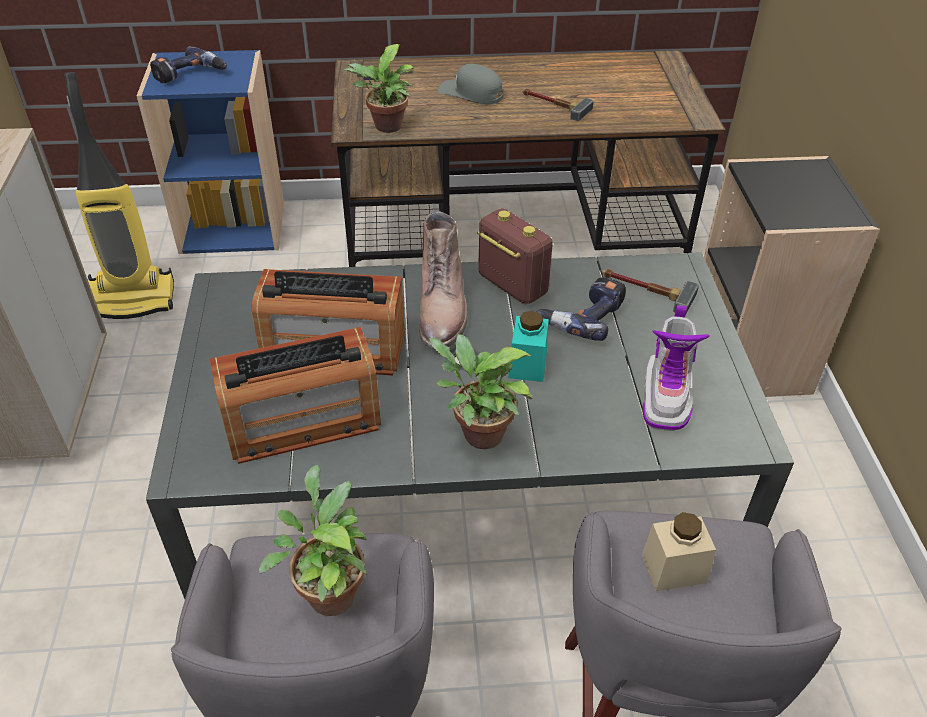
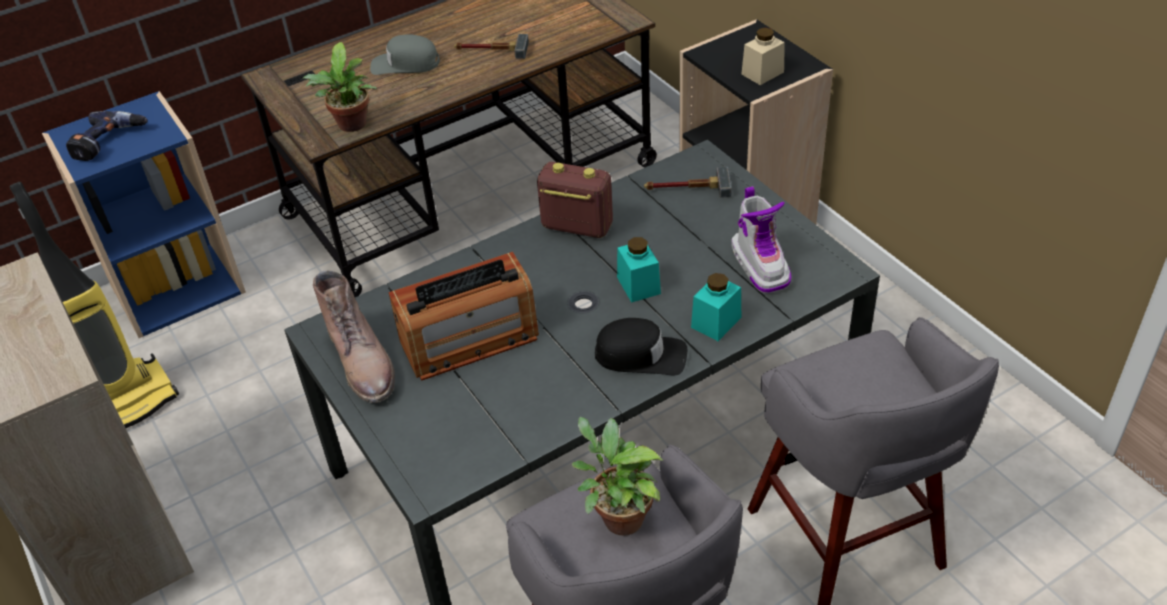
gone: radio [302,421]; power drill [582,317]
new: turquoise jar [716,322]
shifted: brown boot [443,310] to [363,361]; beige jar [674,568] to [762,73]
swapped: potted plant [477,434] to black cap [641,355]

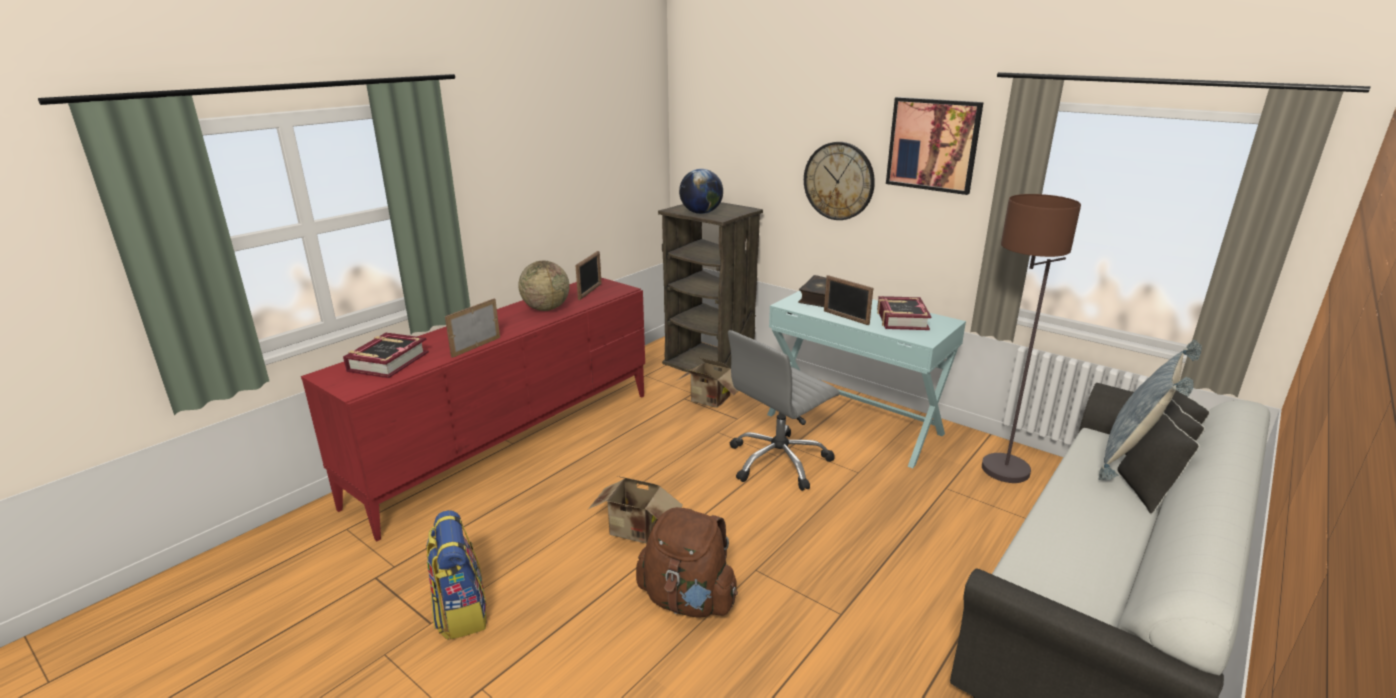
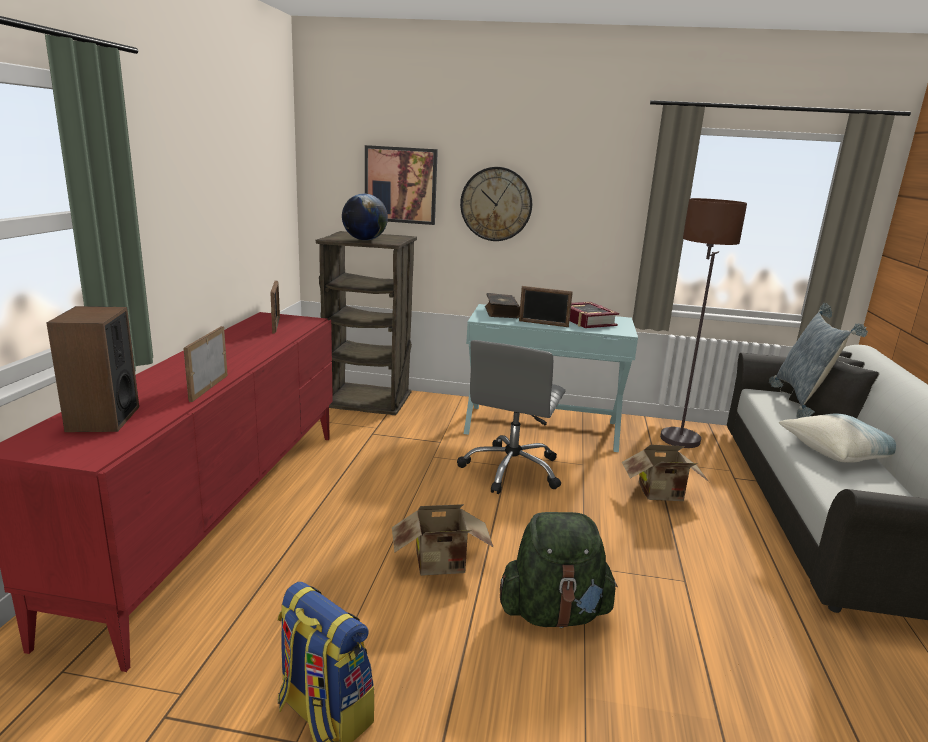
gone: globe [546,308]
new: pillow [839,451]
shifted: cardboard box [710,401] to [662,495]; picture [933,145] to [401,185]
swapped: book [388,362] to speaker [103,419]
repainted: brown backpack [688,600] to green backpack [554,613]

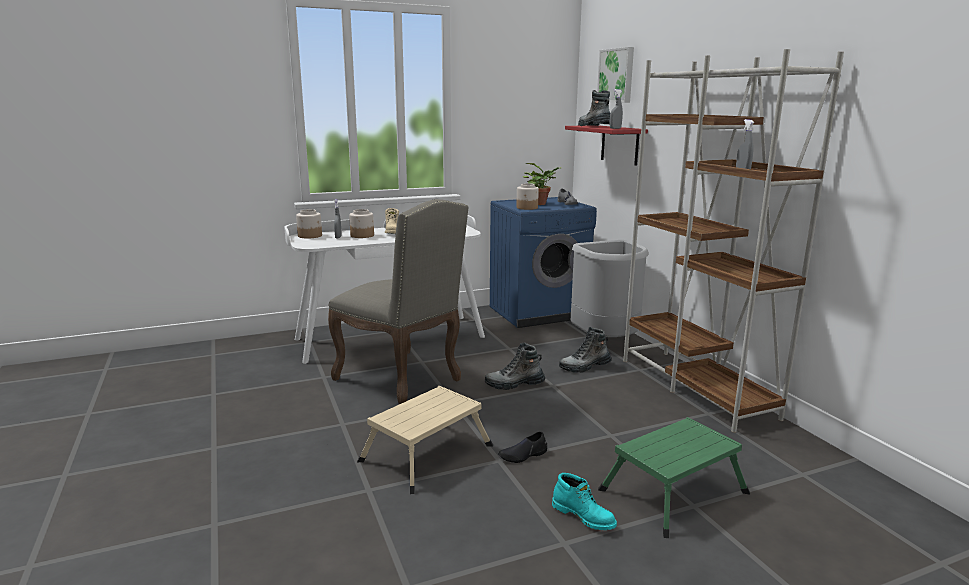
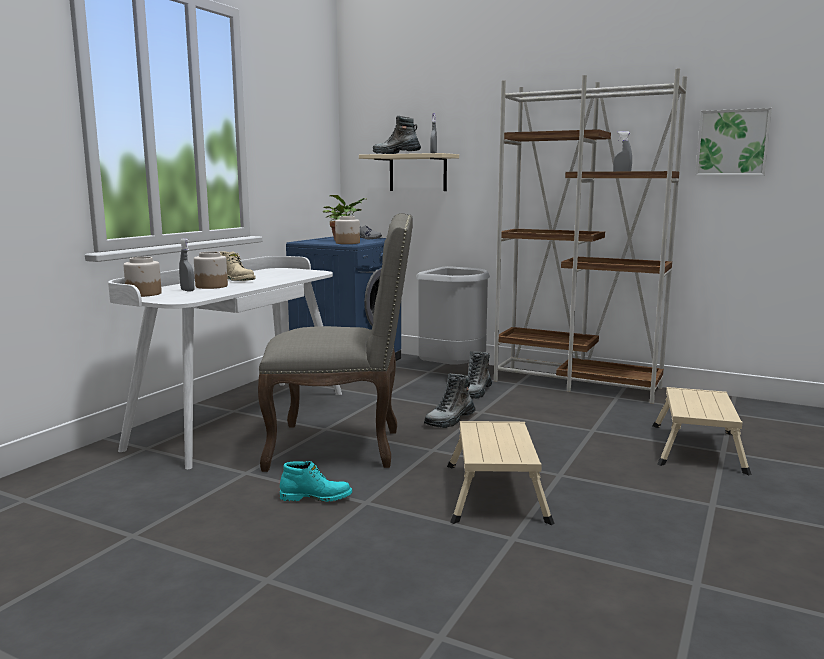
gone: black shoe [523,455]
shifted: turquoise boot [584,516] to [316,497]; picture [617,75] to [732,143]
repainted: red shelf [619,145] to beige shelf [418,173]; green step ladder [674,491] to beige step ladder [697,448]

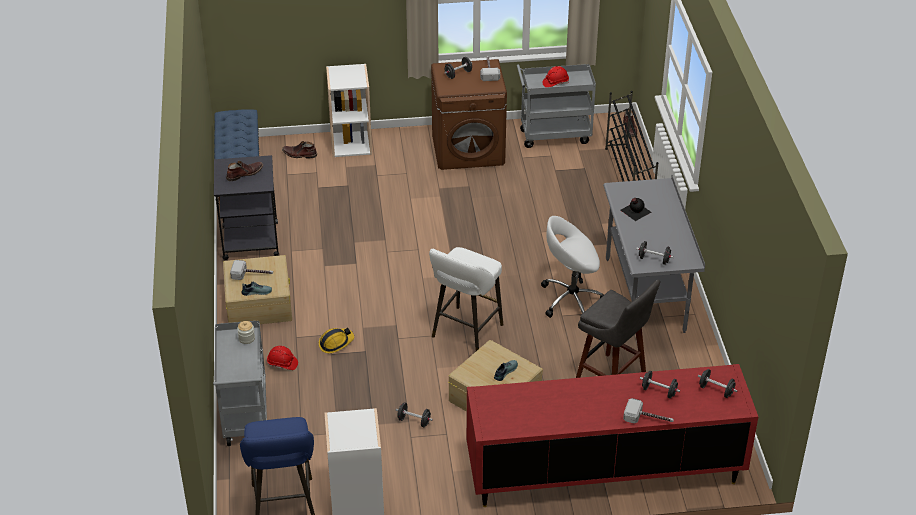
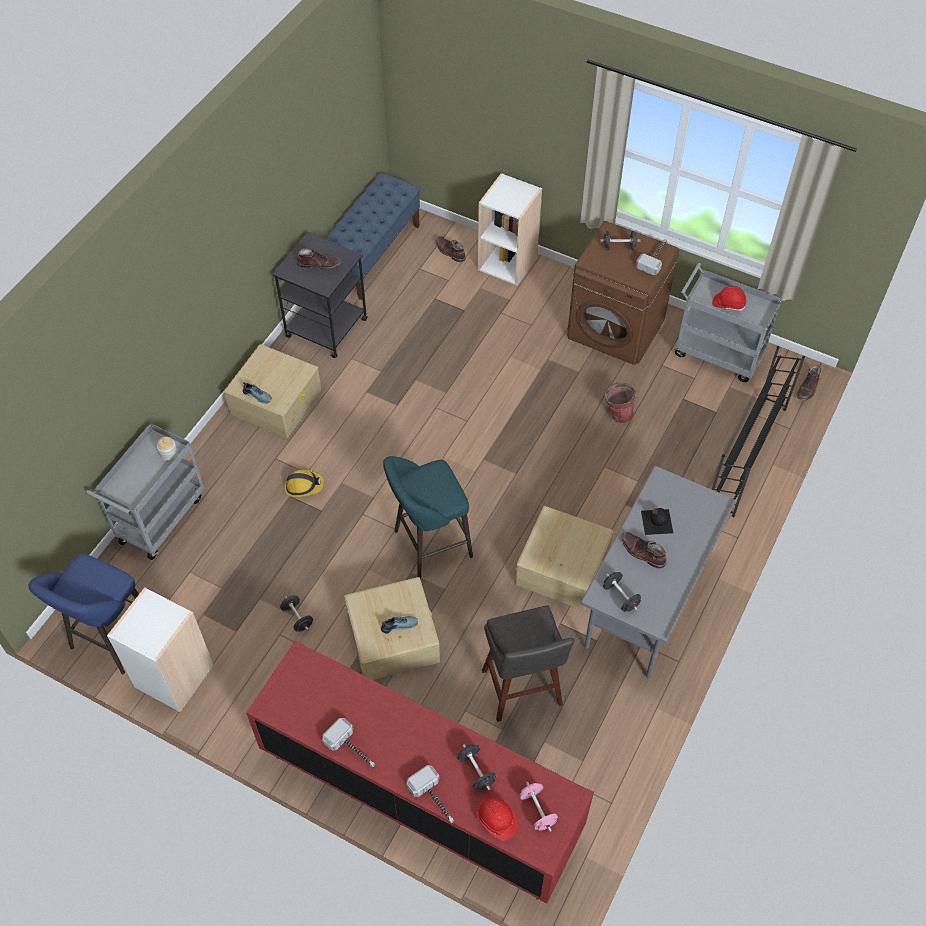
new: bucket [617,413]; brown boot [642,552]
shifted: hammer [252,274] to [352,749]; red hard hat [282,364] to [496,820]
swapped: white office chair [570,300] to beige storage box [563,566]
repainted: white stool [465,333] to turquoise stool [428,545]; black dumbbell [716,390] to pink dumbbell [537,810]

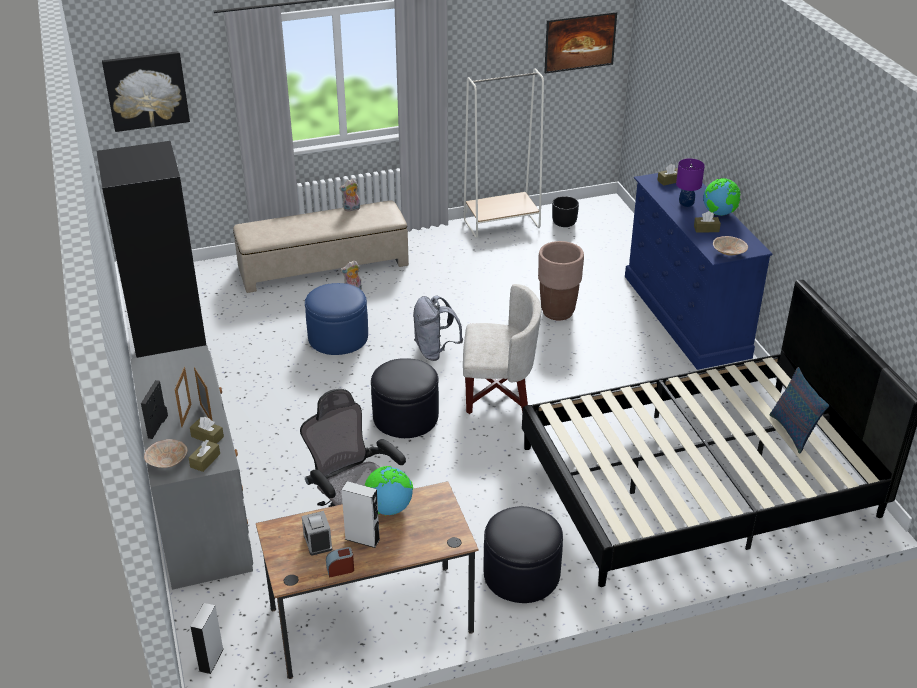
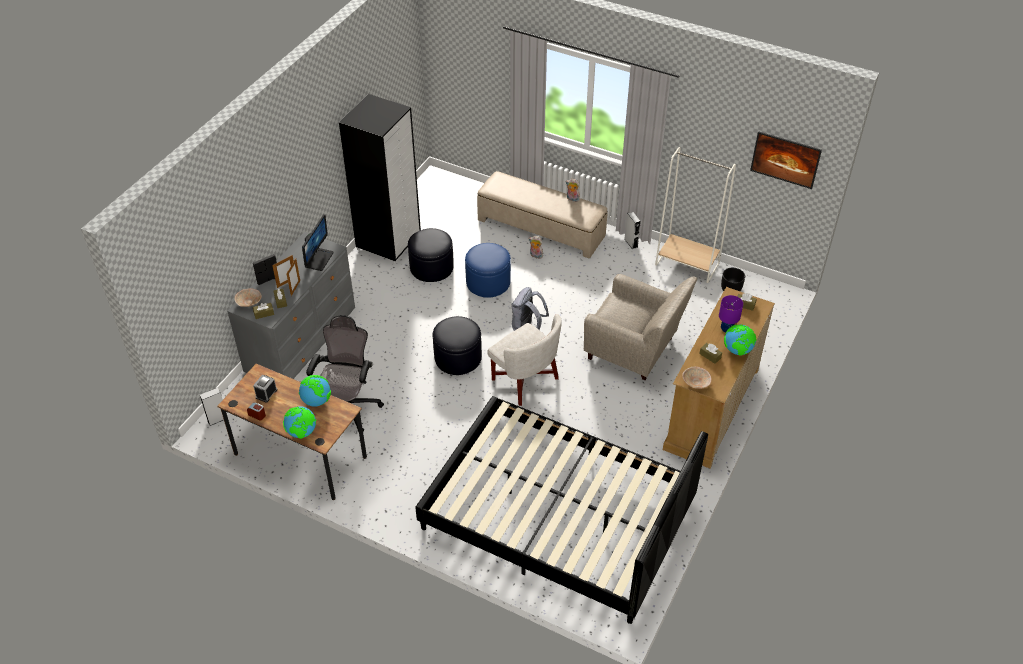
gone: picture [146,90]; blue pillow [792,432]
new: globe [302,433]; monitor [318,259]
shifted: grey speaker [362,539] to [631,243]; black ottoman [521,574] to [431,267]
swapped: brown planter [558,312] to beige armchair [633,350]
repainted: blue dresser [685,316] to brown dresser [710,409]

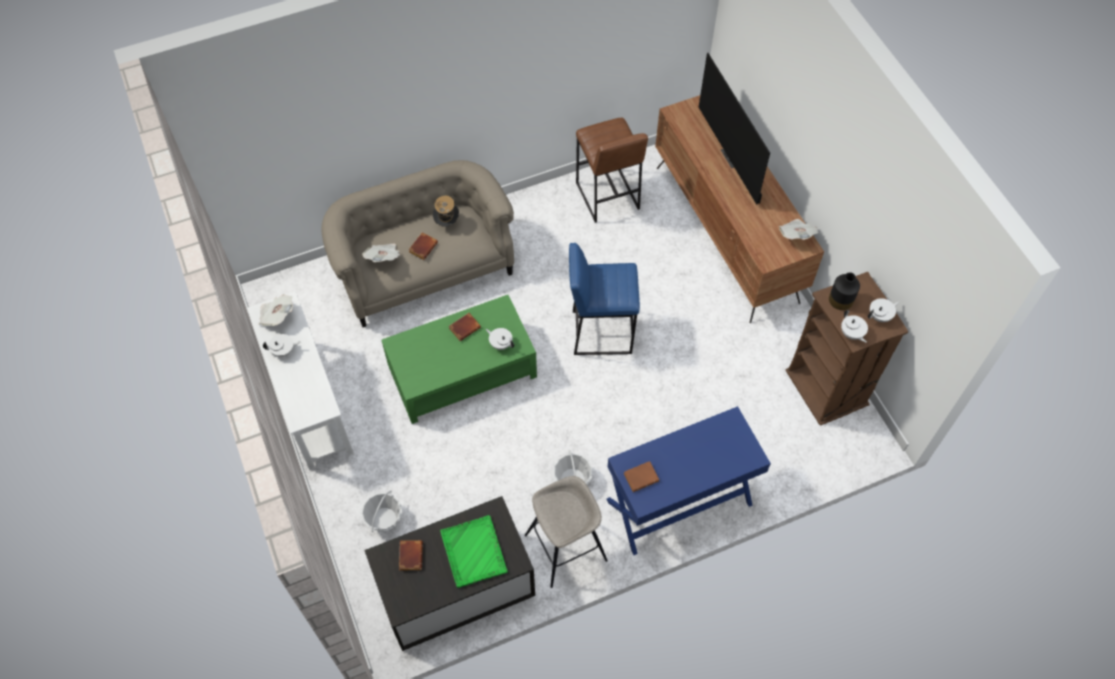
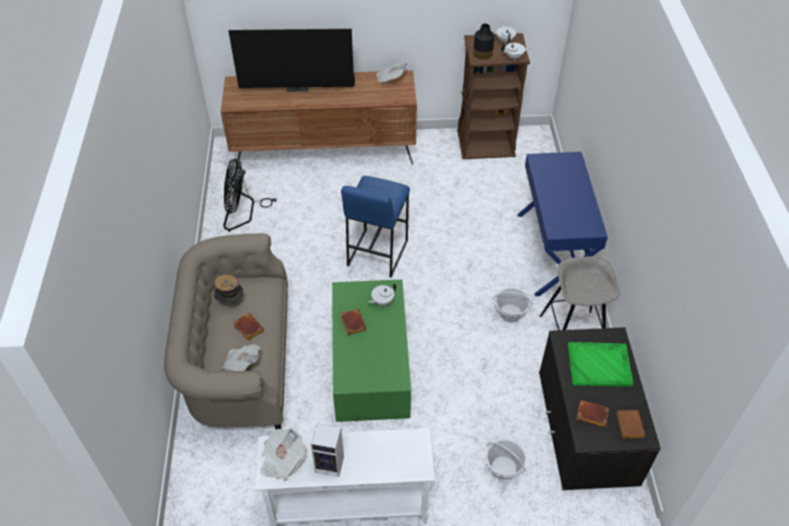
shifted: brown book [641,476] to [628,425]
swapped: white teapot [284,351] to speaker [331,464]; brown stool [608,196] to black fan [244,209]

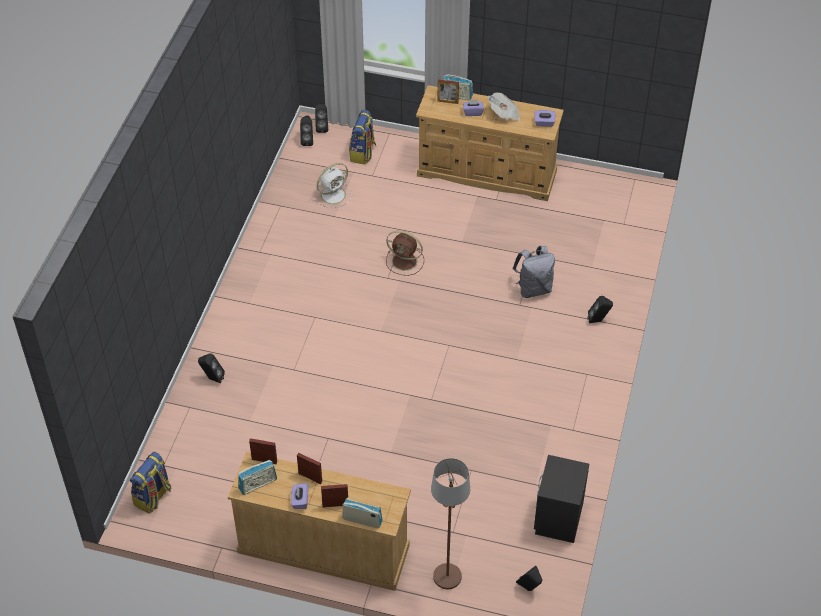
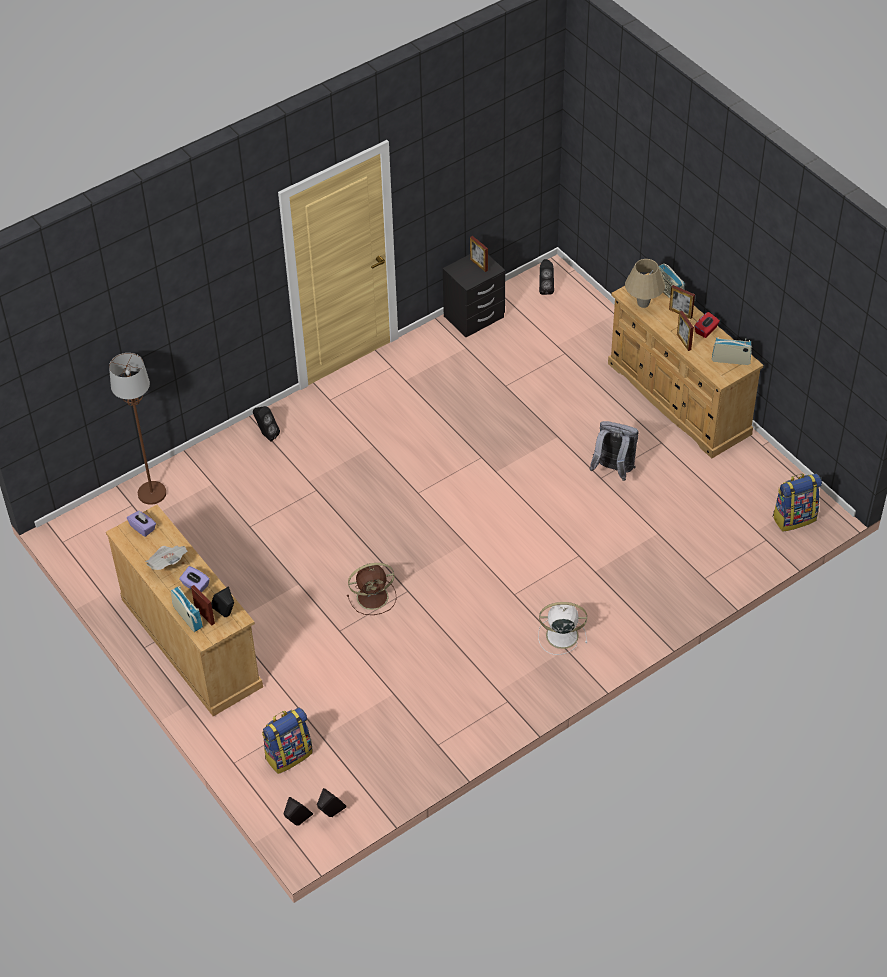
new: beige table lamp [643,303]
shifted: black speaker [212,378] to [226,615]; picture frame [264,460] to [479,265]; white fan [334,194] to [560,635]; brown floor lamp [447,577] to [152,493]; grey backpack [533,288] to [613,470]
repainted: purple tissue box [300,501] to red tissue box [706,330]
rotated: brown fan [405,262] = [374,597] 105 degrees clockwise

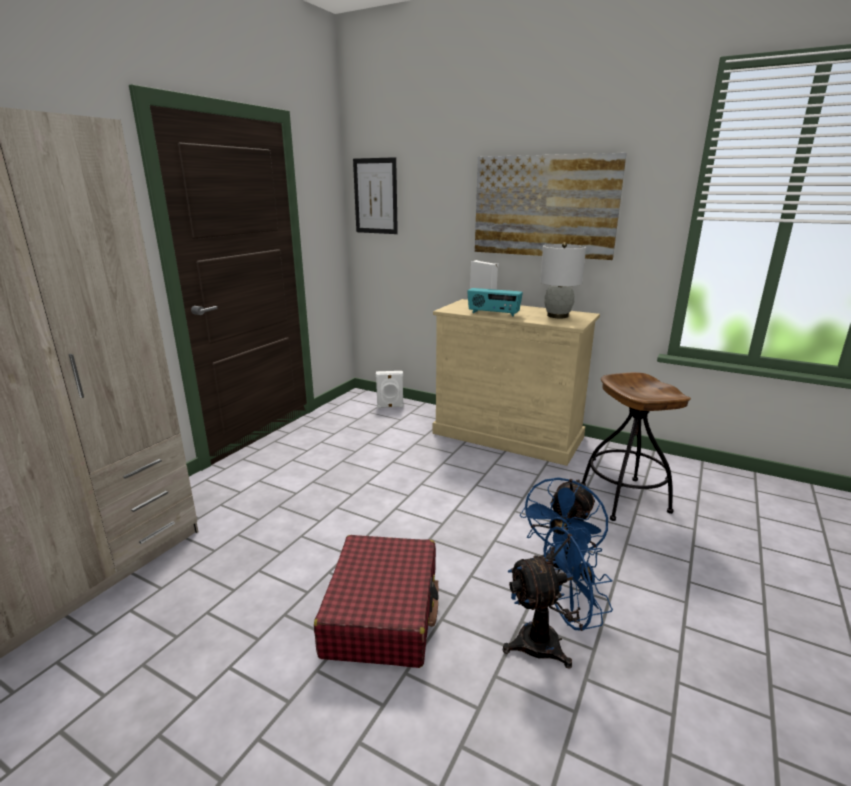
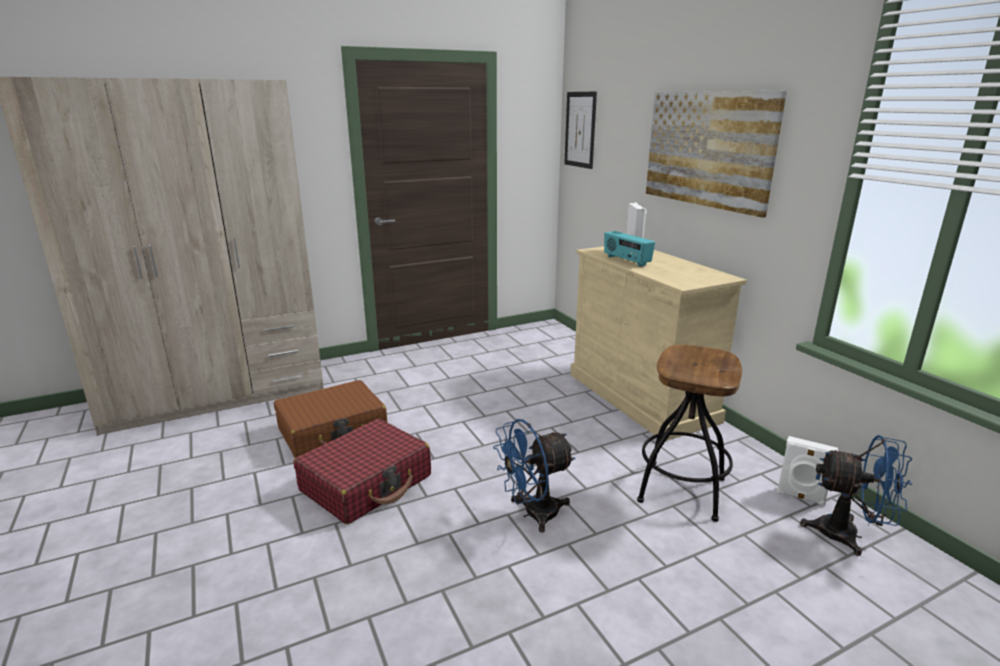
gone: white table lamp [557,316]
new: brown suitcase [333,432]
shifted: white speaker [390,407] to [800,497]; blue fan [549,642] to [848,535]

